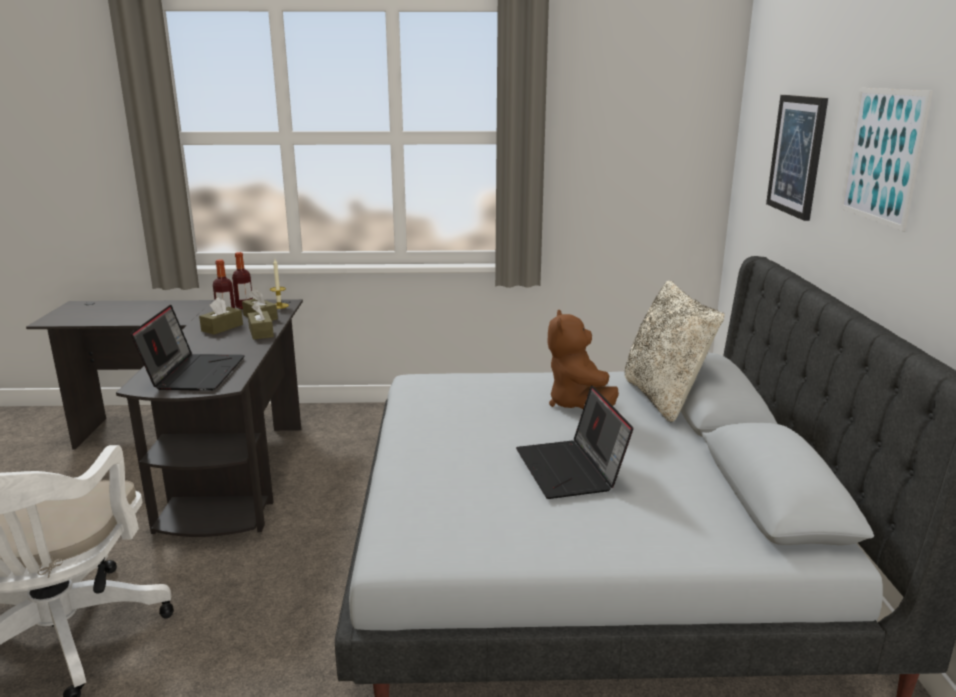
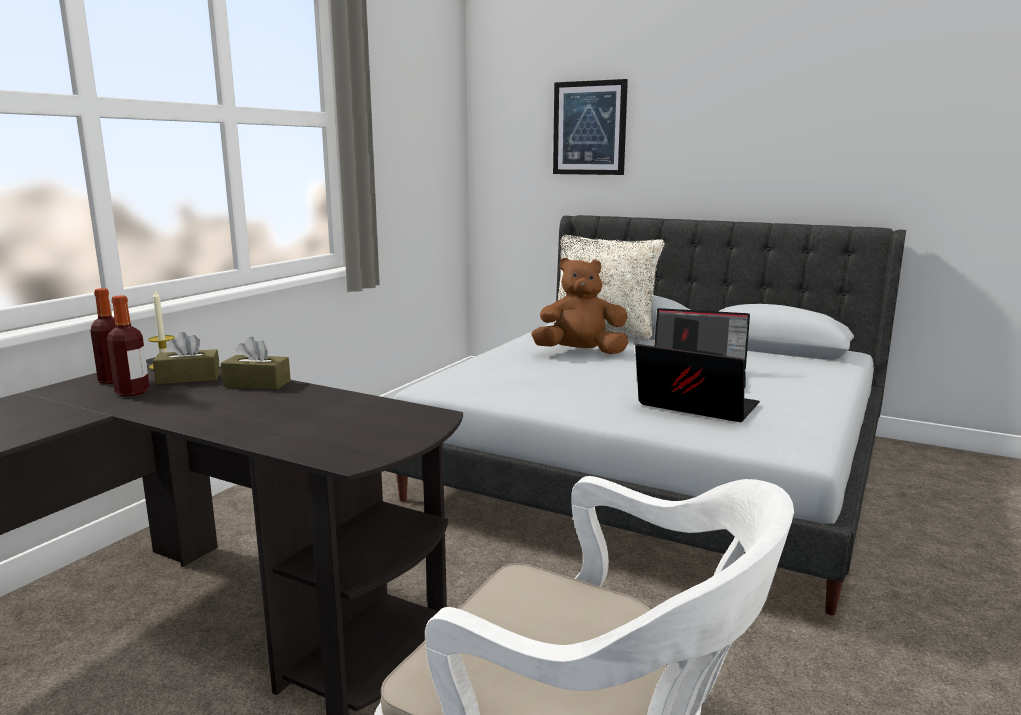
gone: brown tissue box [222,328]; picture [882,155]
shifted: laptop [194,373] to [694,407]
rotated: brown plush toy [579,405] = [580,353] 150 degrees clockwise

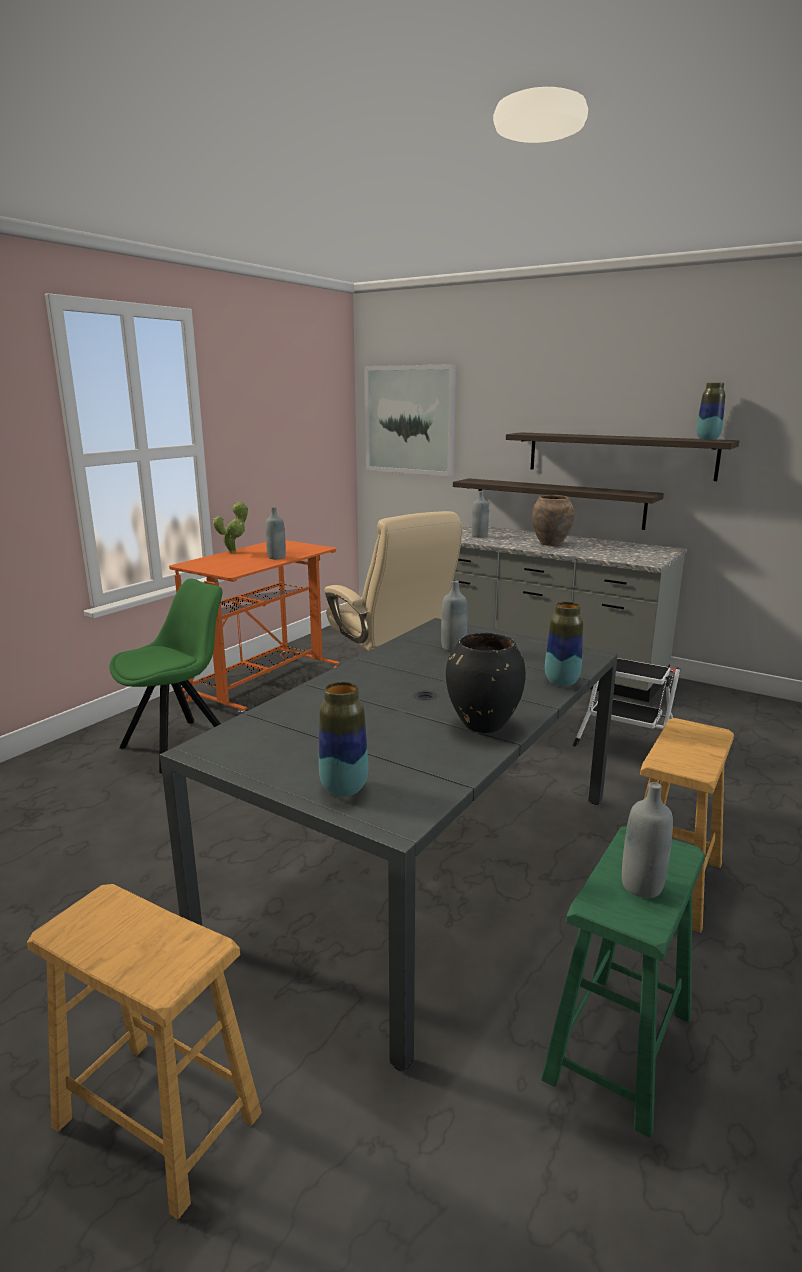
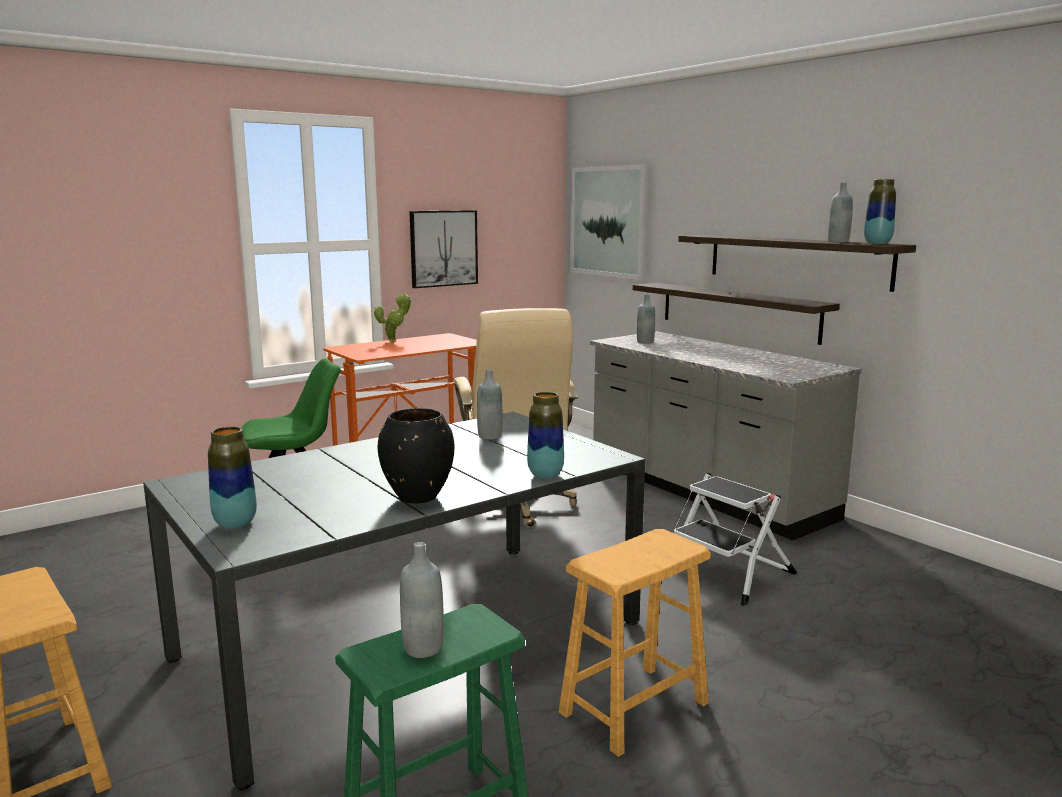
gone: brown vase [551,544]
new: picture [443,248]
shifted: grey bottle [276,557] to [838,241]

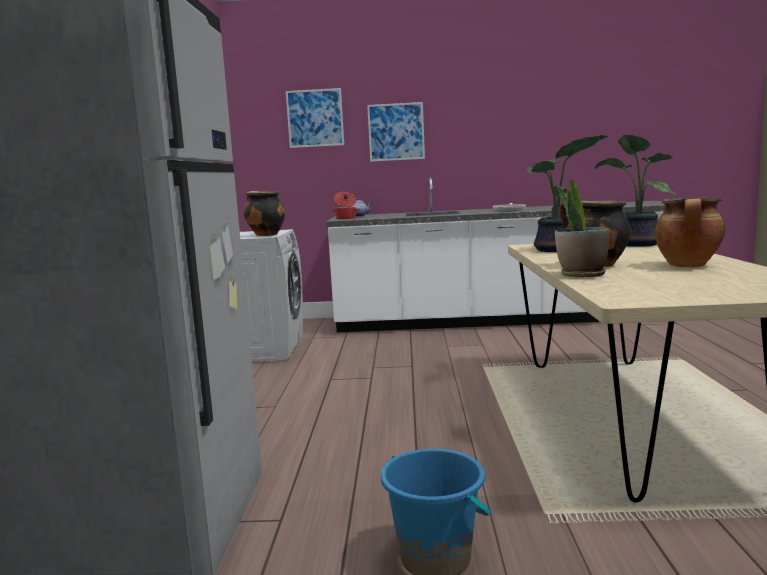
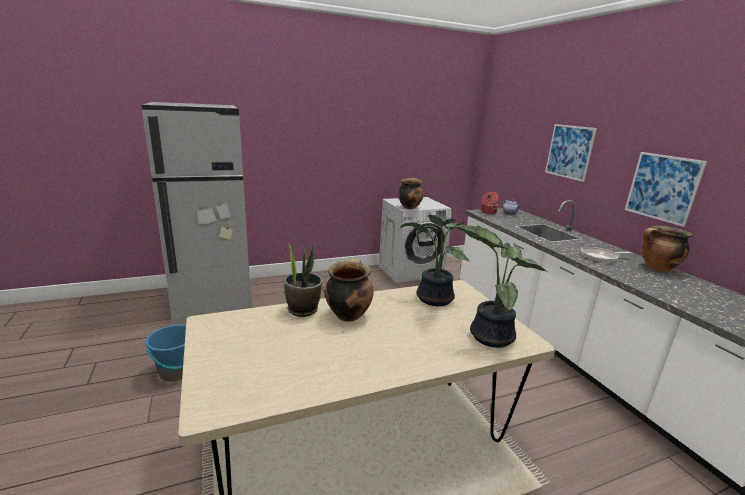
shifted: picture [315,118] to [662,187]; cooking pot [688,266] to [657,268]

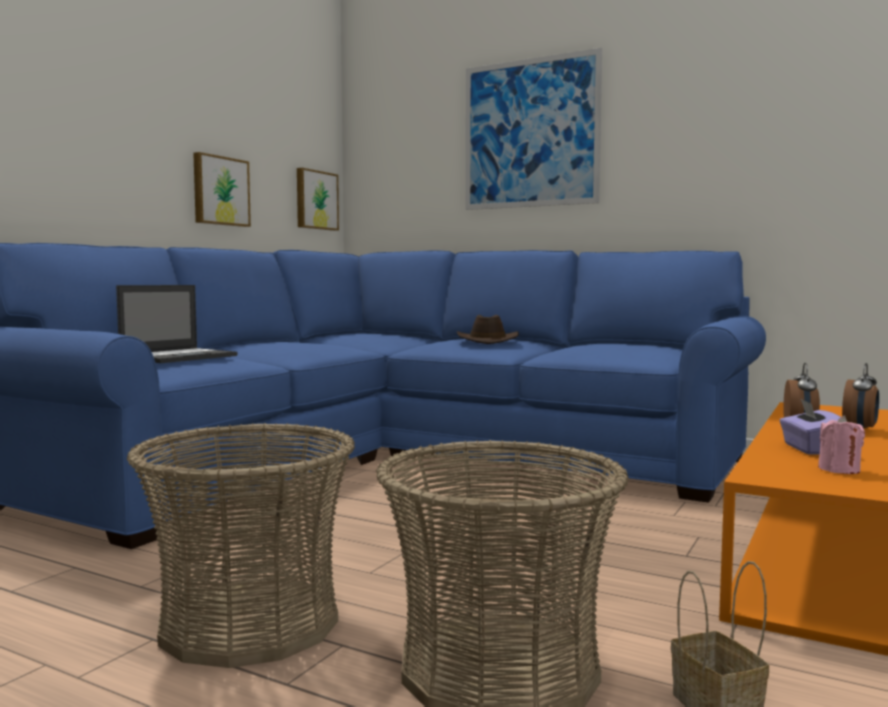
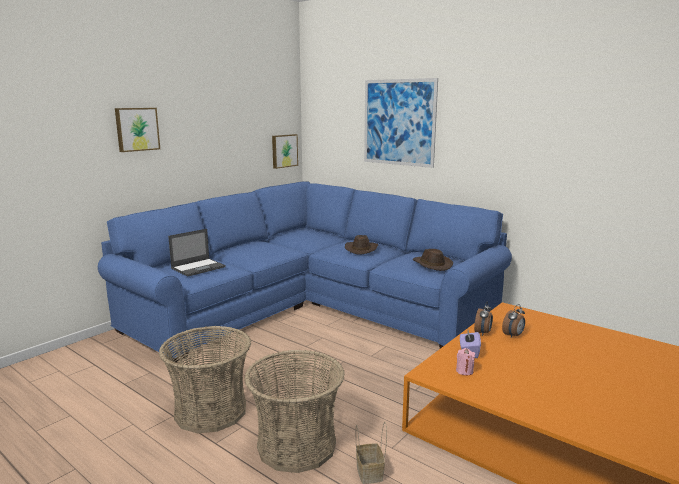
new: brown hat [431,264]
shifted: picture [220,191] to [137,129]

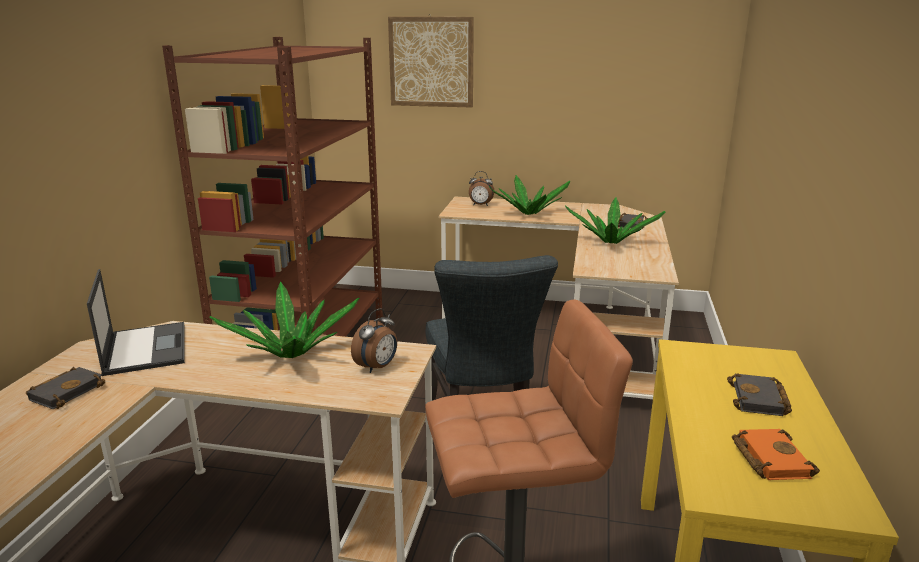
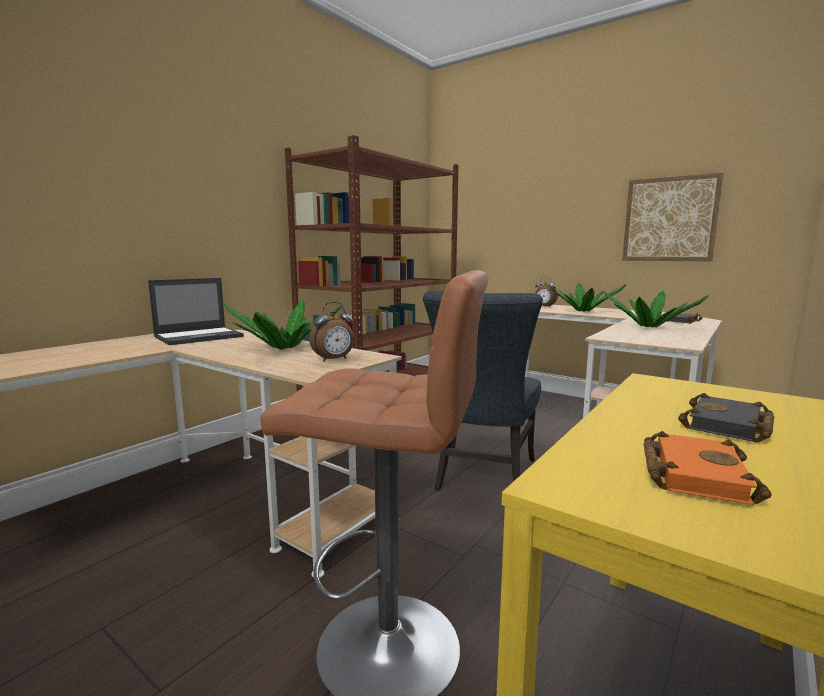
gone: black book [67,391]
shifted: picture [431,61] to [669,218]
rotated: laptop [145,348] = [200,336] 45 degrees clockwise

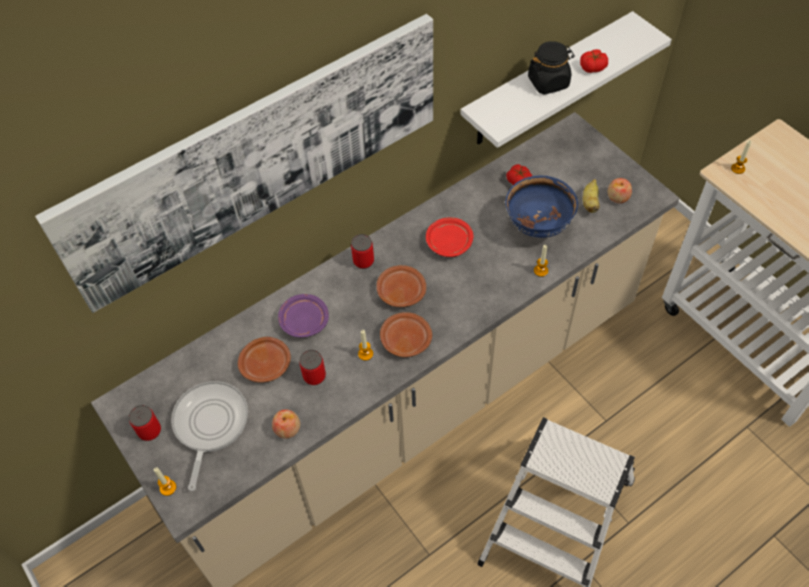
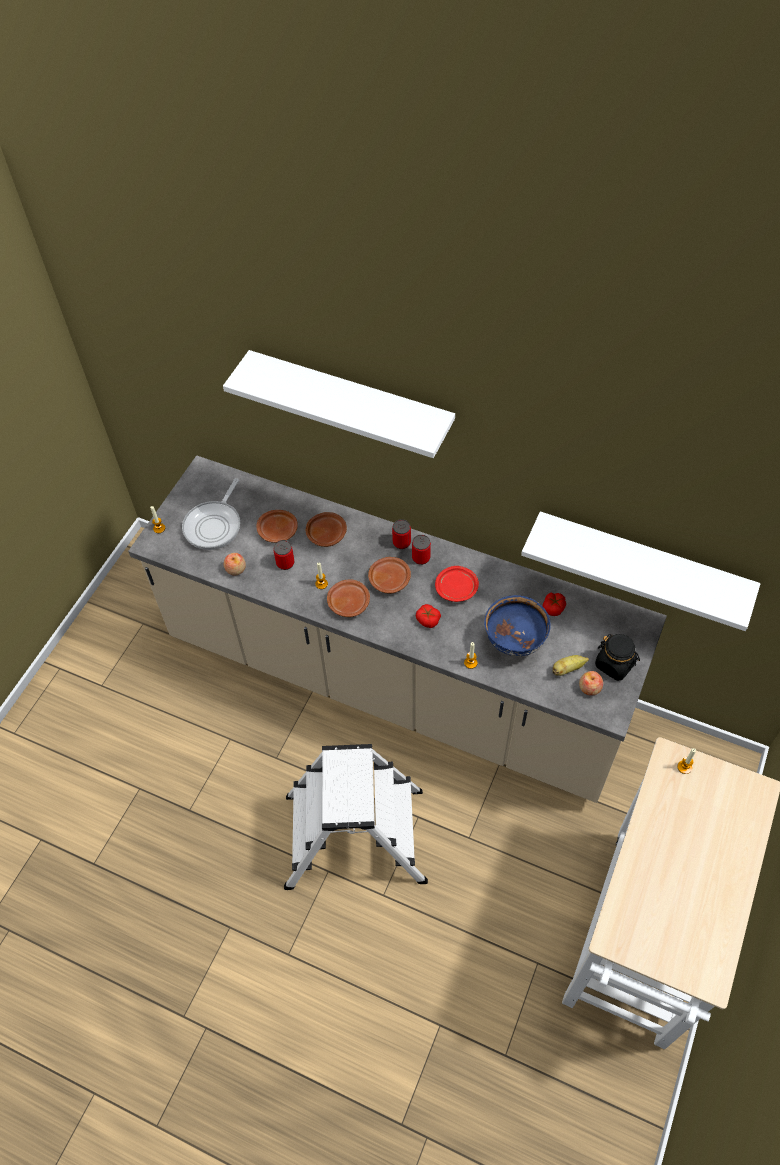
shifted: can [149,431] to [421,558]; black jar [548,82] to [615,664]; tomato [593,67] to [428,620]
swapped: picture [258,158] to white shelf [351,402]
repainted: purple plate [304,320] to brown plate [326,533]
rotated: frying pan [210,425] = [214,525] 135 degrees clockwise

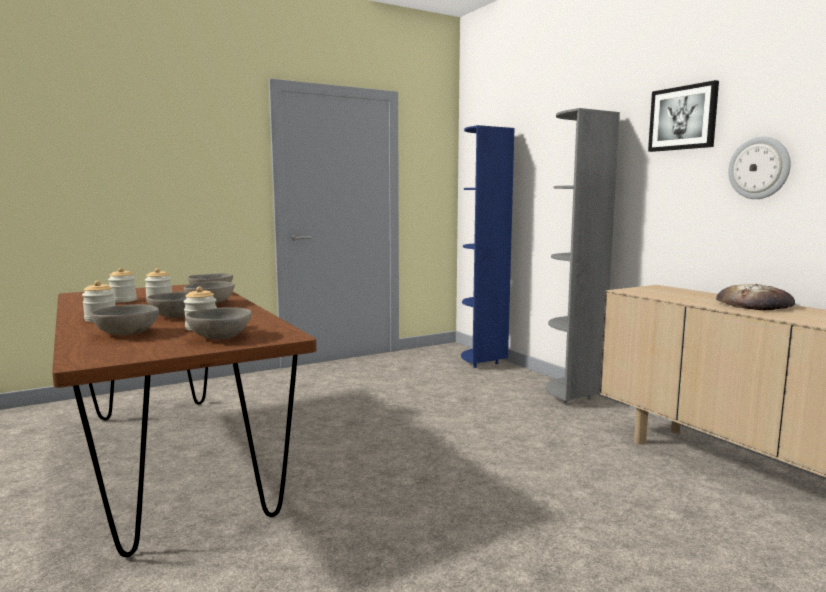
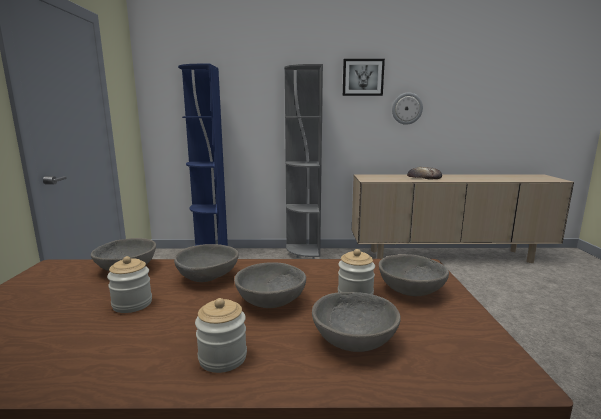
gone: jar [123,300]

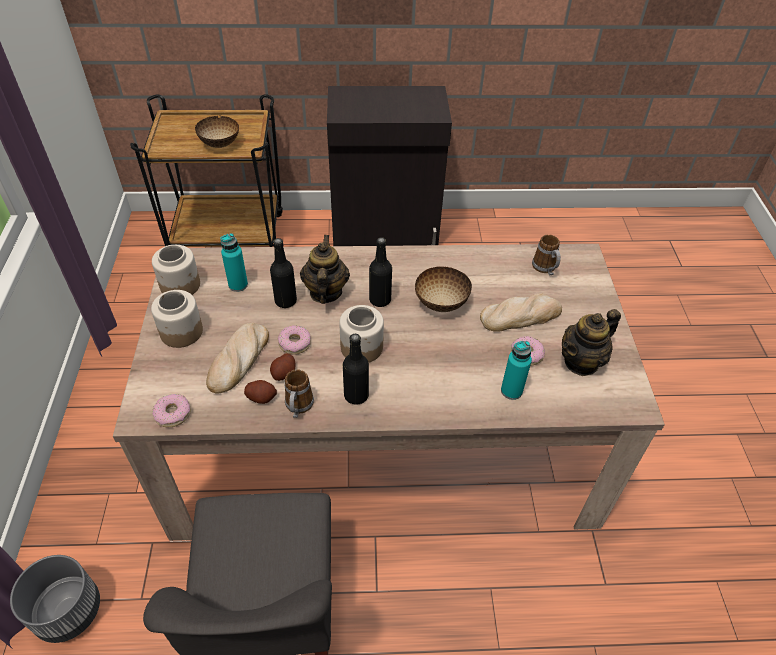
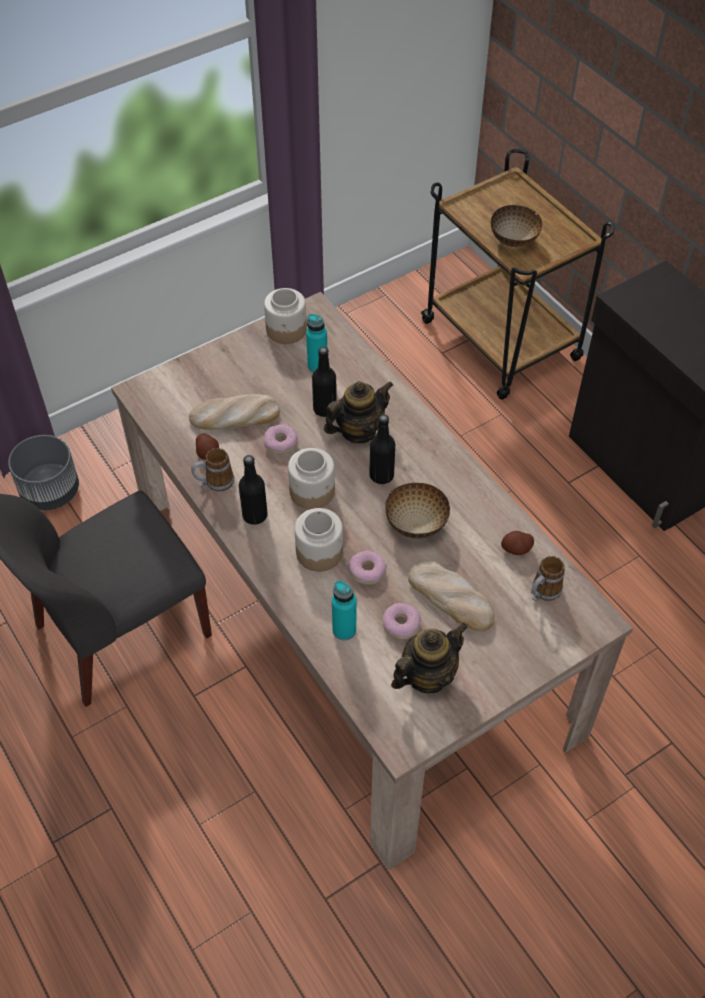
shifted: jar [181,331] to [319,552]; donut [173,414] to [367,571]; potato [284,373] to [516,549]
rotated: teapot [581,362] = [427,675] 120 degrees clockwise

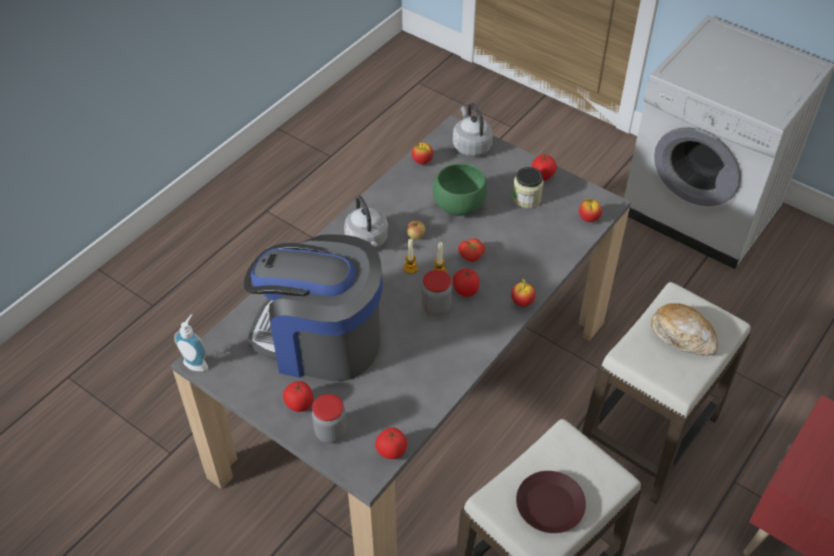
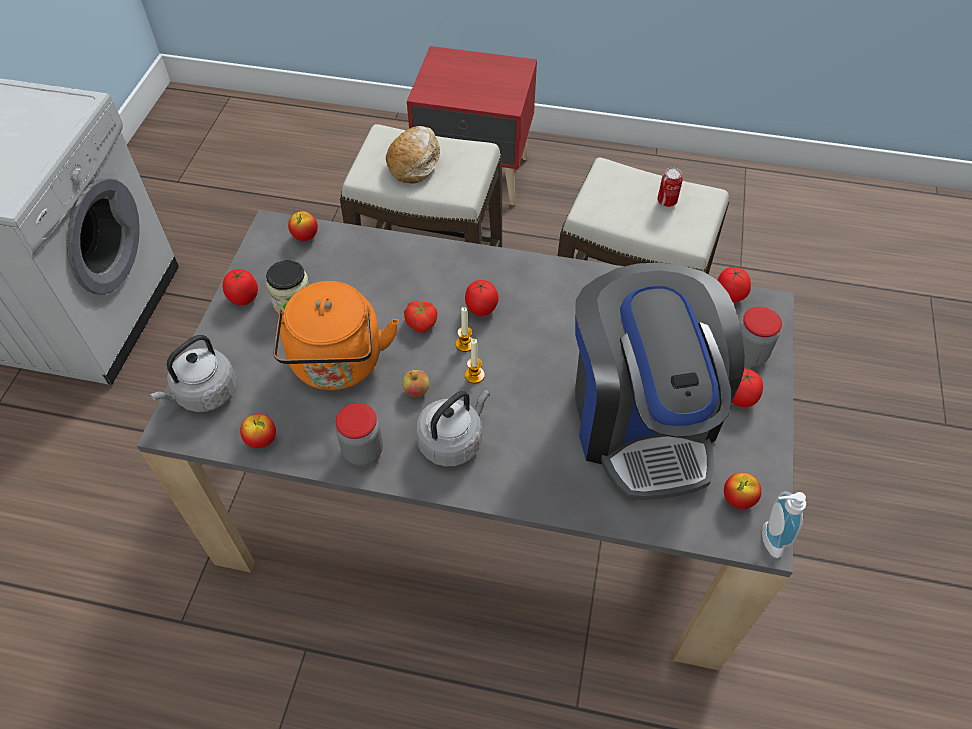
shifted: jar [436,307] to [363,451]; apple [522,302] to [737,499]
swapped: green bowl [458,206] to orange kettle [338,366]; brown plate [550,506] to can [667,201]

